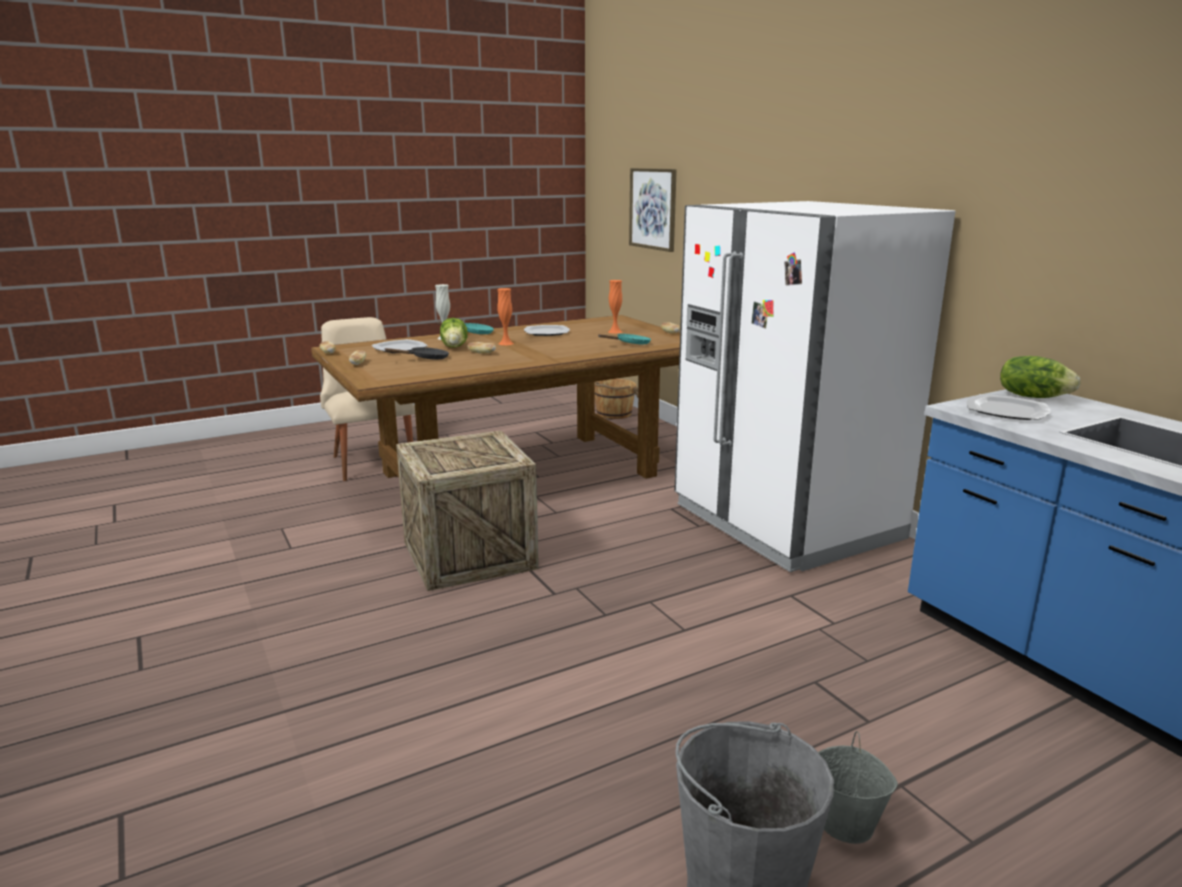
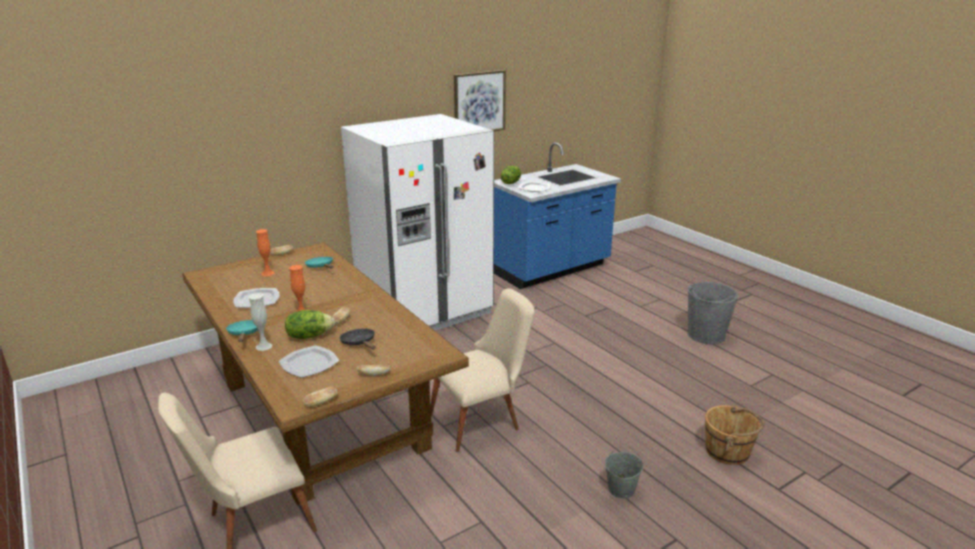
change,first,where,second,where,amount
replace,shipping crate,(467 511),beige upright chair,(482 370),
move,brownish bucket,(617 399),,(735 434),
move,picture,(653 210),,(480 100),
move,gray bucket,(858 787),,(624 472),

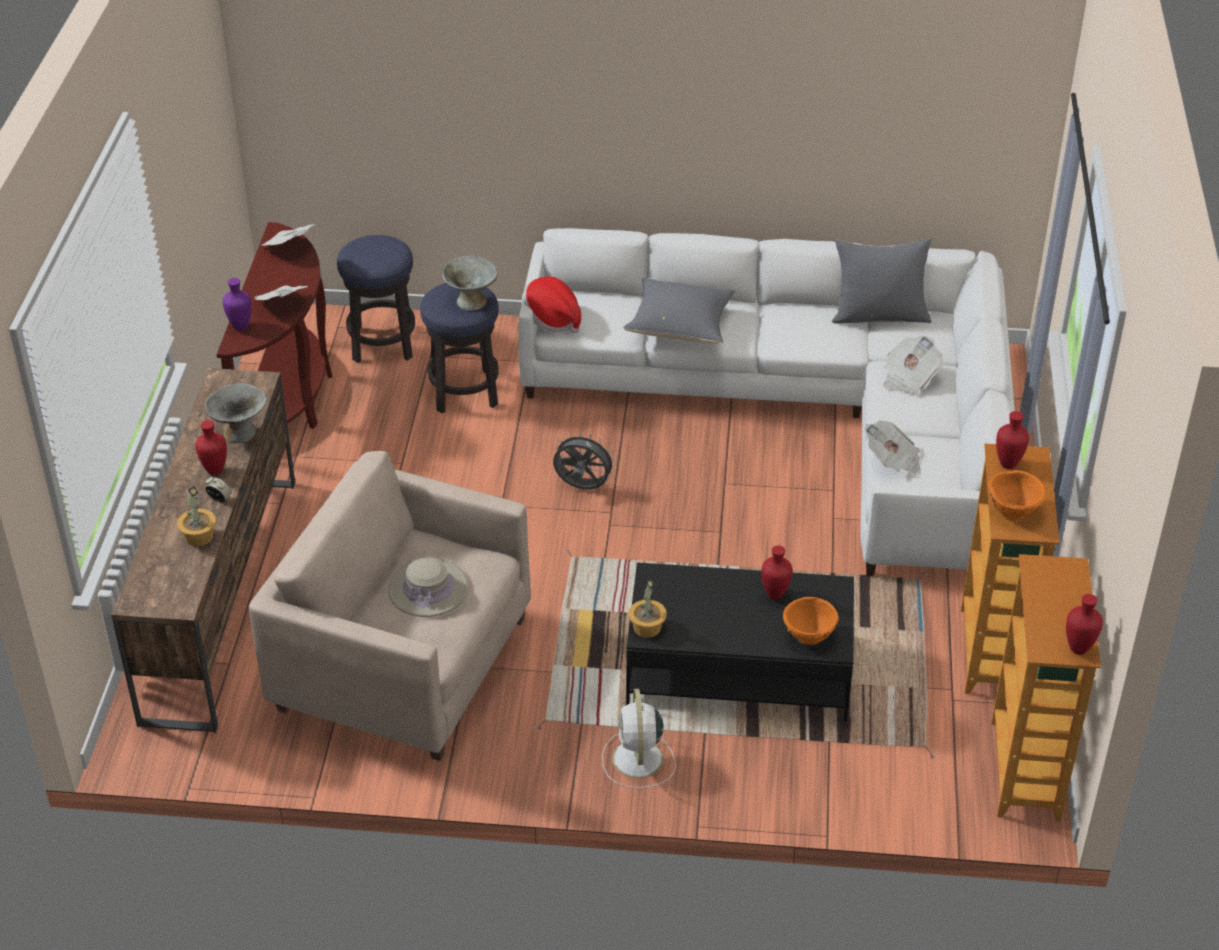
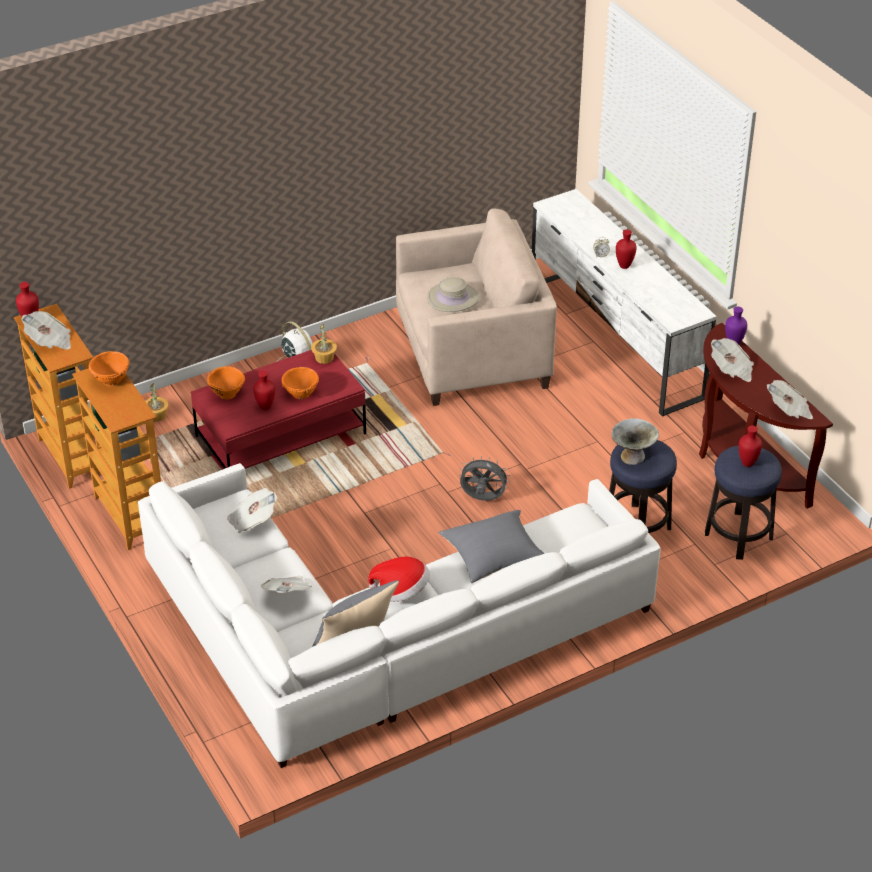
change,first,where,second,where,amount
recolor,brownish media console,(203 550),white-coloured media console,(624 303),
move,plant in a pot,(196 516),,(157 402),
delete,gray deep dish,(236 413),,,
move,wearable hat,(551 304),,(399 579),
rotate,gray cooling fan,(584 461),,(484 478),150 degrees counterclockwise
recolor,blackish coffee table,(740 641),red-coloured coffee table,(278 409),
move,red-coloured flower vase,(1012 440),,(750 446),
insert,,,newspaper,(46 330),
insert,,,orangey deep dish,(300 383),

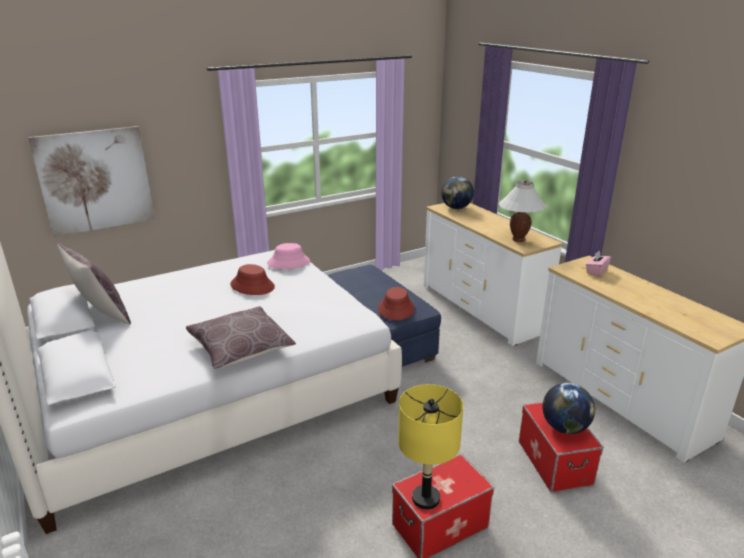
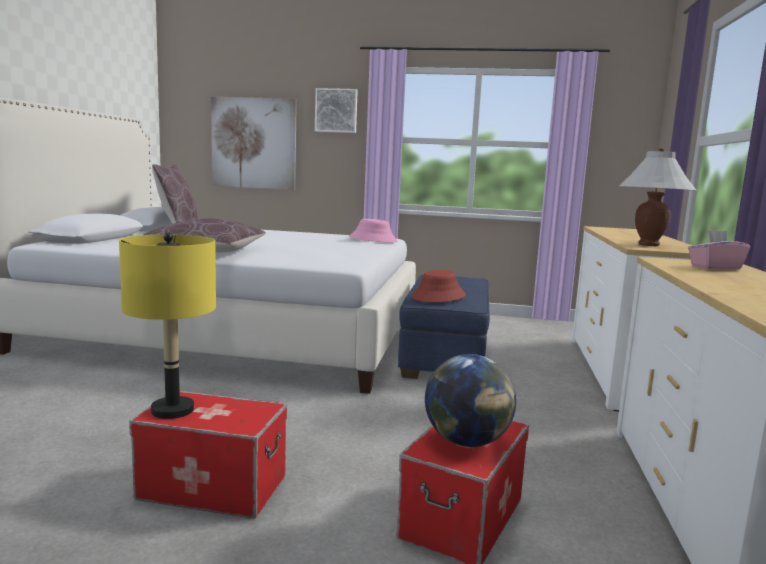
change,first,where,second,where,amount
delete,red-coloured wearable hat,(252 279),,,
delete,world globe,(457 192),,,
insert,,,picture,(336 110),

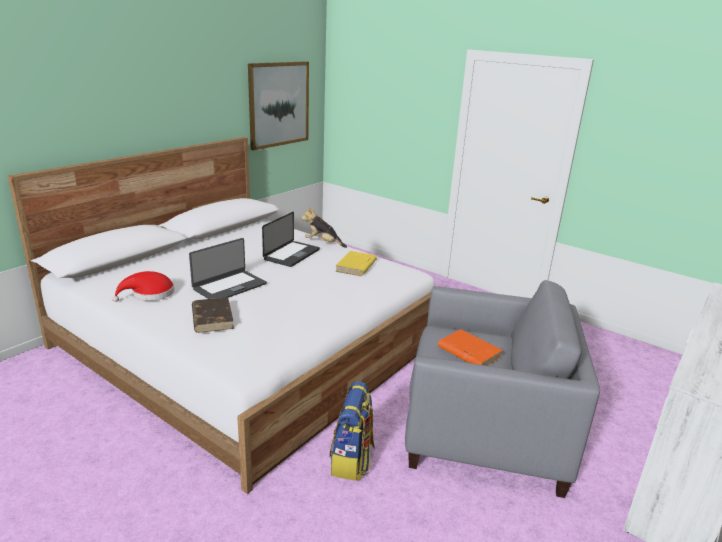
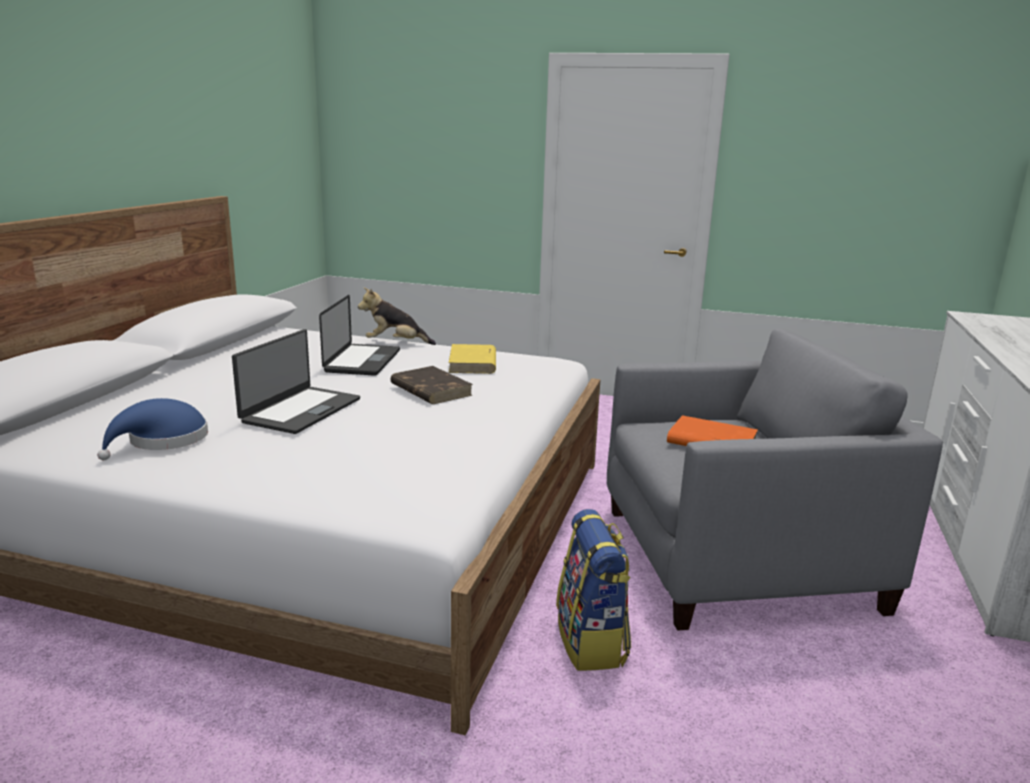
change,first,where,second,where,amount
recolor,red-coloured wearable hat,(143 286),bluish wearable hat,(152 429),
move,brownish bound book,(213 315),,(431 385),
delete,picture,(278 105),,,

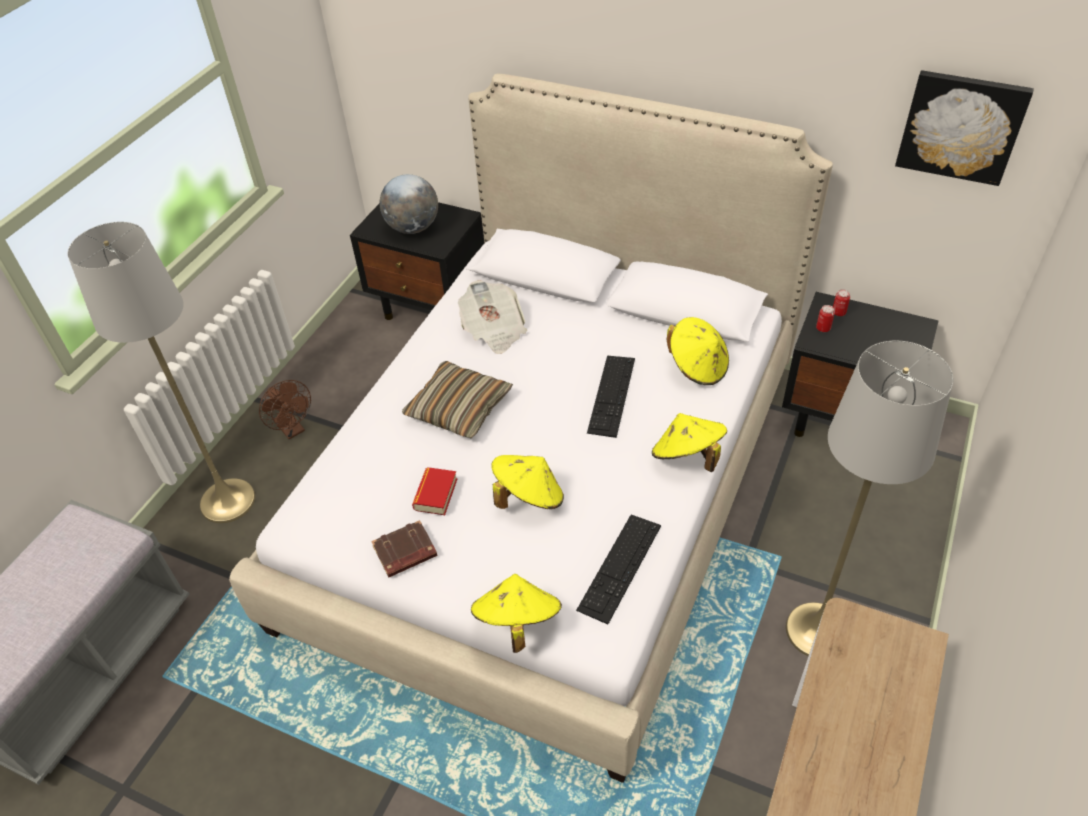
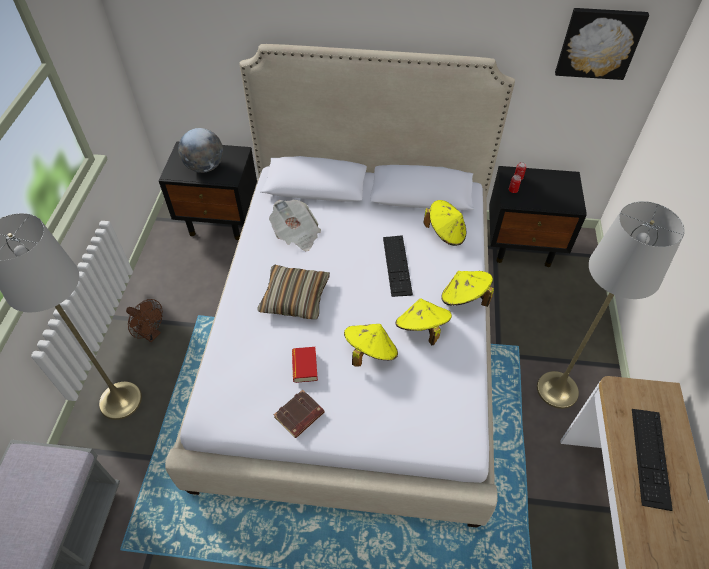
change,first,where,second,where,amount
move,yellow-coloured wearable hat,(516 613),,(423 321),
move,PC keyboard,(618 569),,(652 460),

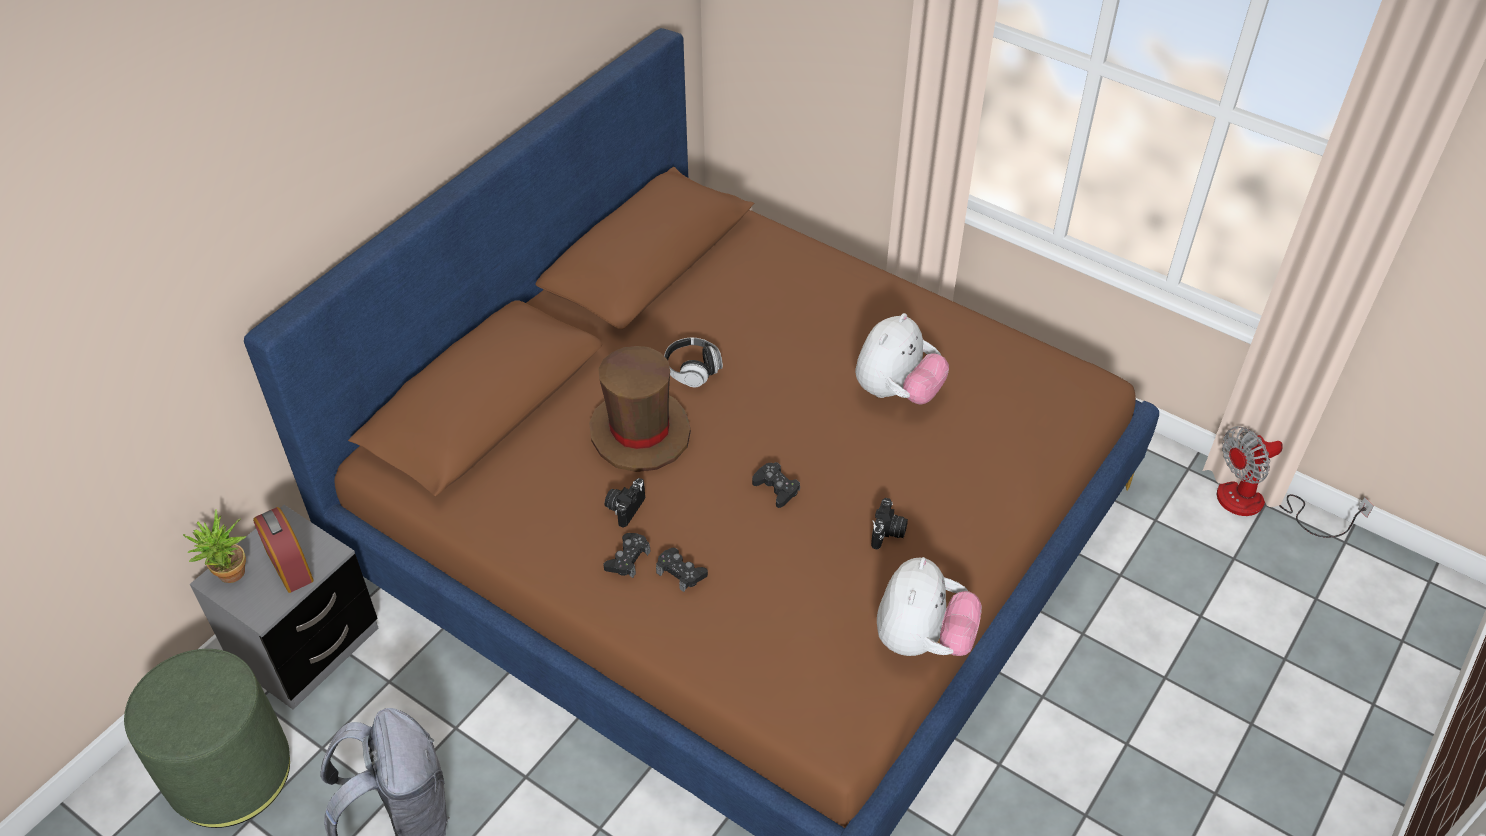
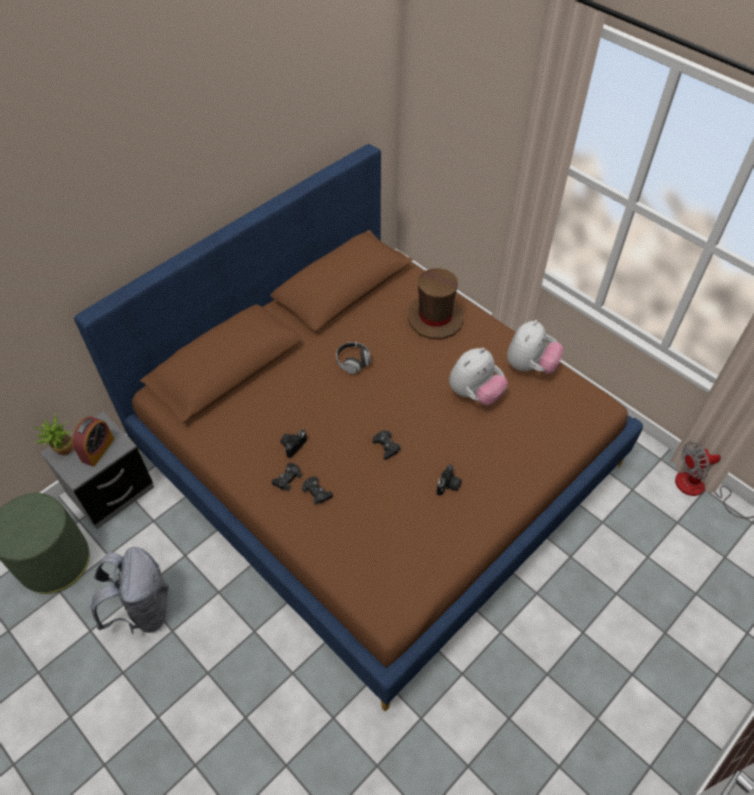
change,first,where,second,where,amount
rotate,table clock,(283 550),,(93 441),135 degrees counterclockwise
move,brownish wearable hat,(640 409),,(436 303),
move,soft toy,(929 606),,(535 347),

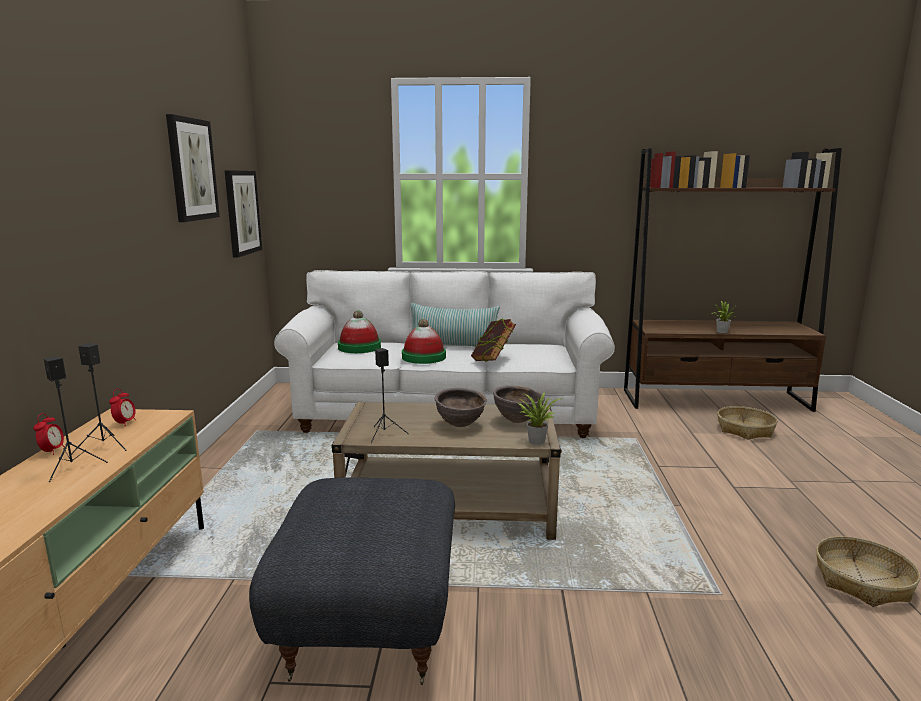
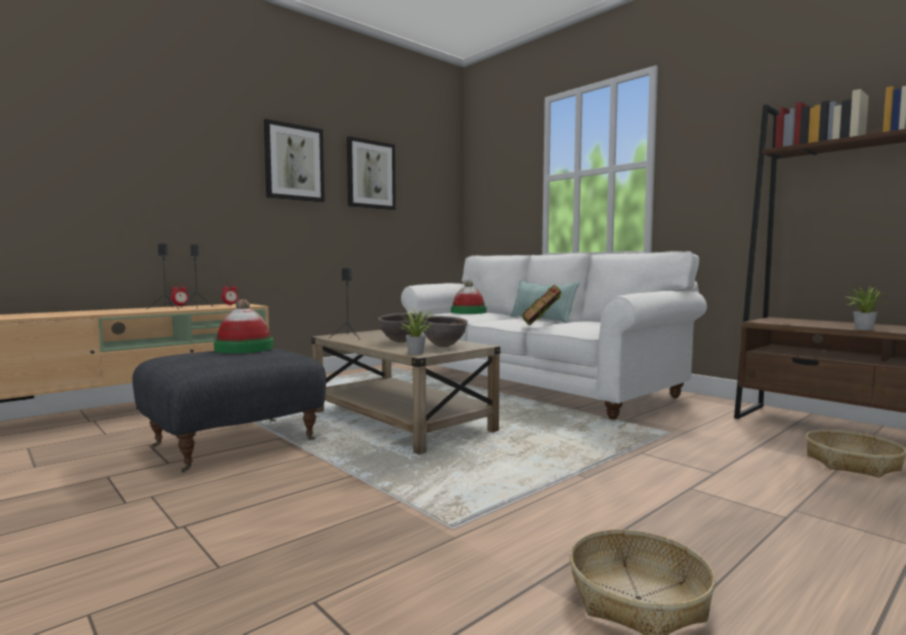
change,first,where,second,where,amount
move,picture,(243 214),,(294 160),
move,wearable hat,(424 341),,(244 326),

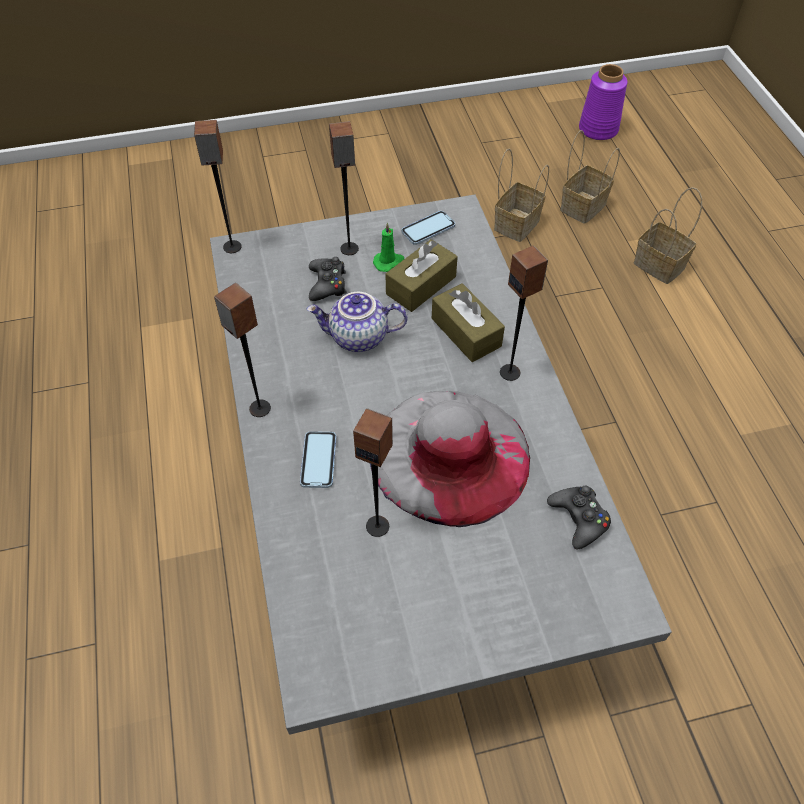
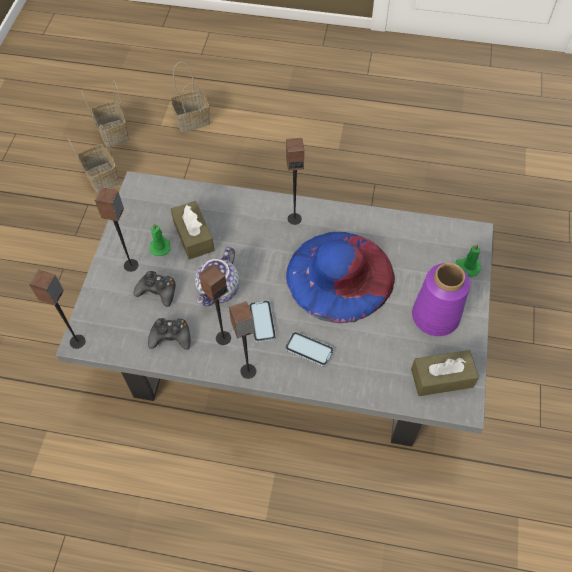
change,first,where,second,where,amount
move,speaker,(373 472),,(215 304),
recolor,gray wearable hat,(450 459),bluish wearable hat,(340 277),
move,phone,(428 228),,(262 321),
move,brownish box of tissues,(468 322),,(445 373),
move,blackish joypad,(579 517),,(169 334),
move,purple-coloured flower vase,(603 102),,(441 299),
insert,,,greenish candle,(468 260),

